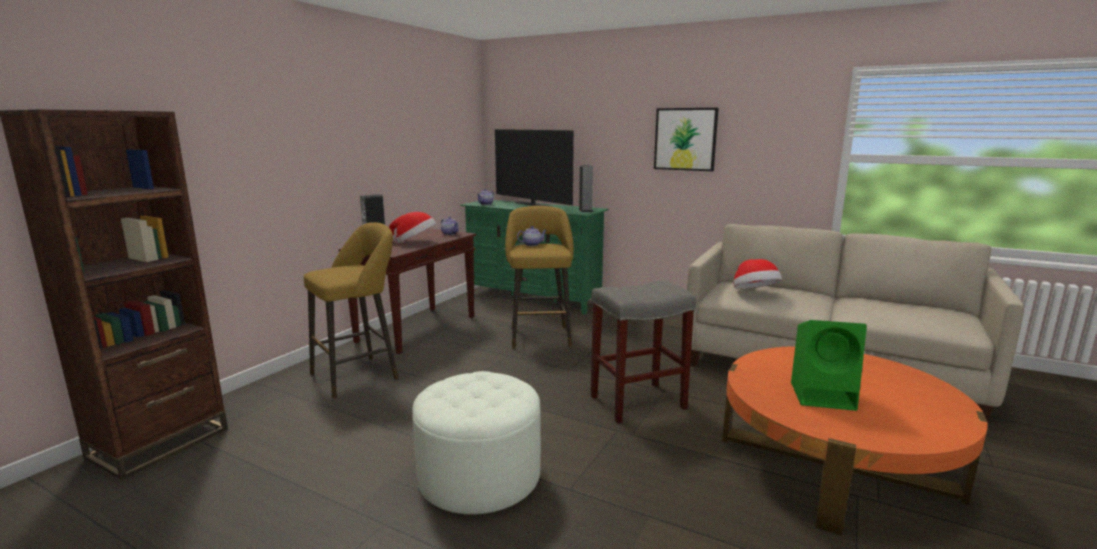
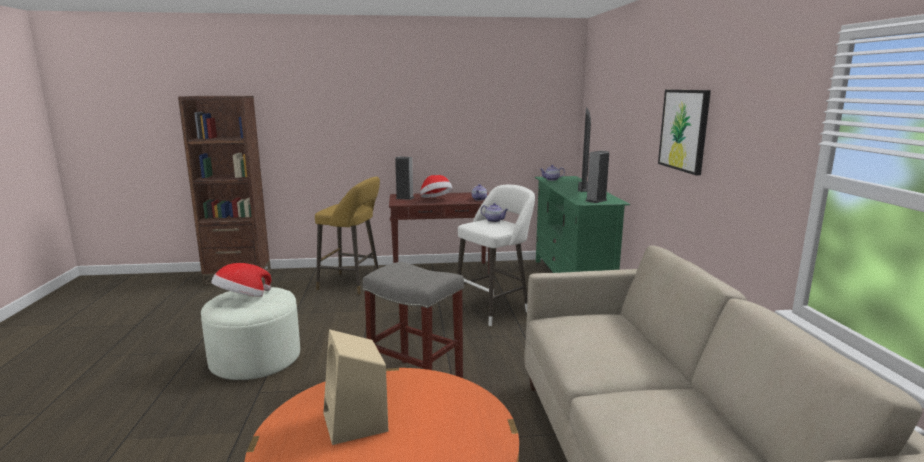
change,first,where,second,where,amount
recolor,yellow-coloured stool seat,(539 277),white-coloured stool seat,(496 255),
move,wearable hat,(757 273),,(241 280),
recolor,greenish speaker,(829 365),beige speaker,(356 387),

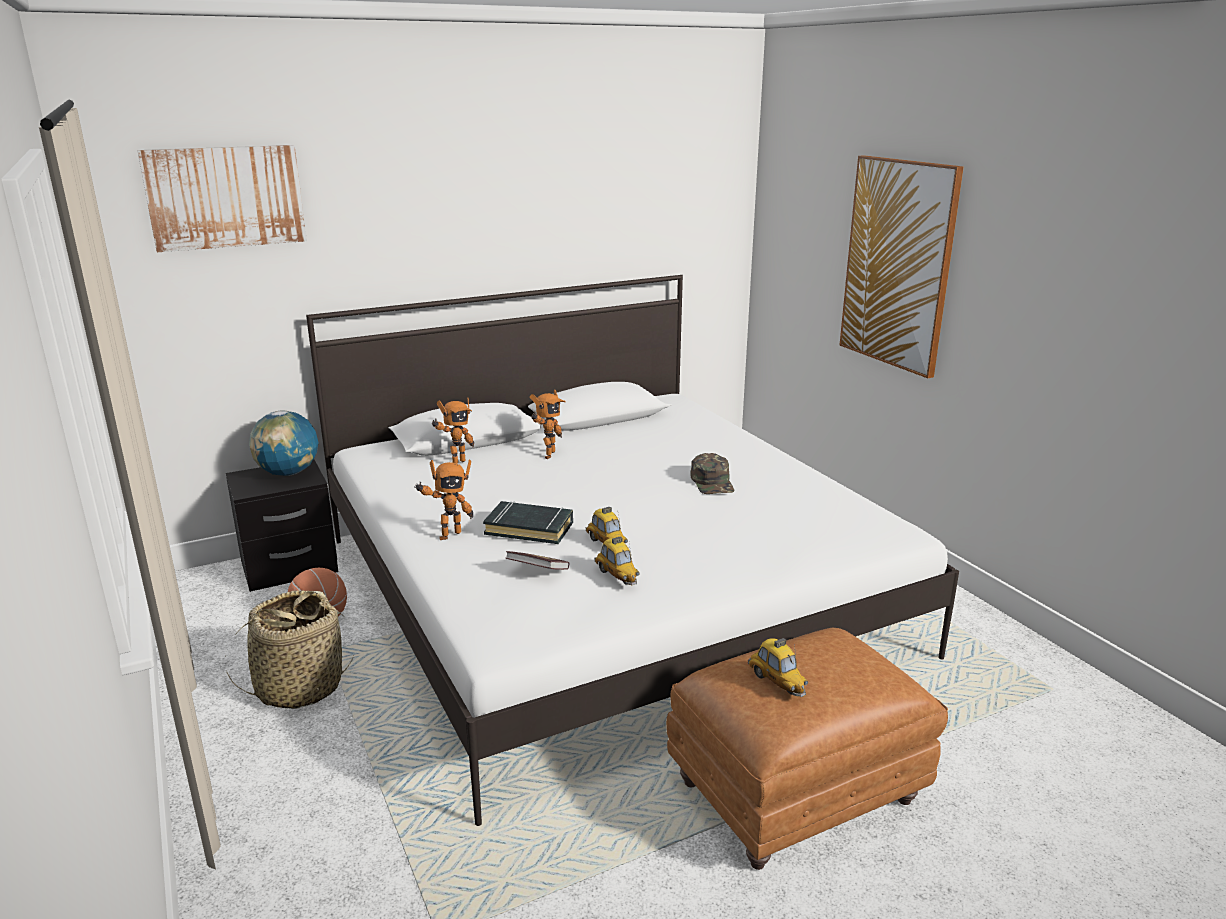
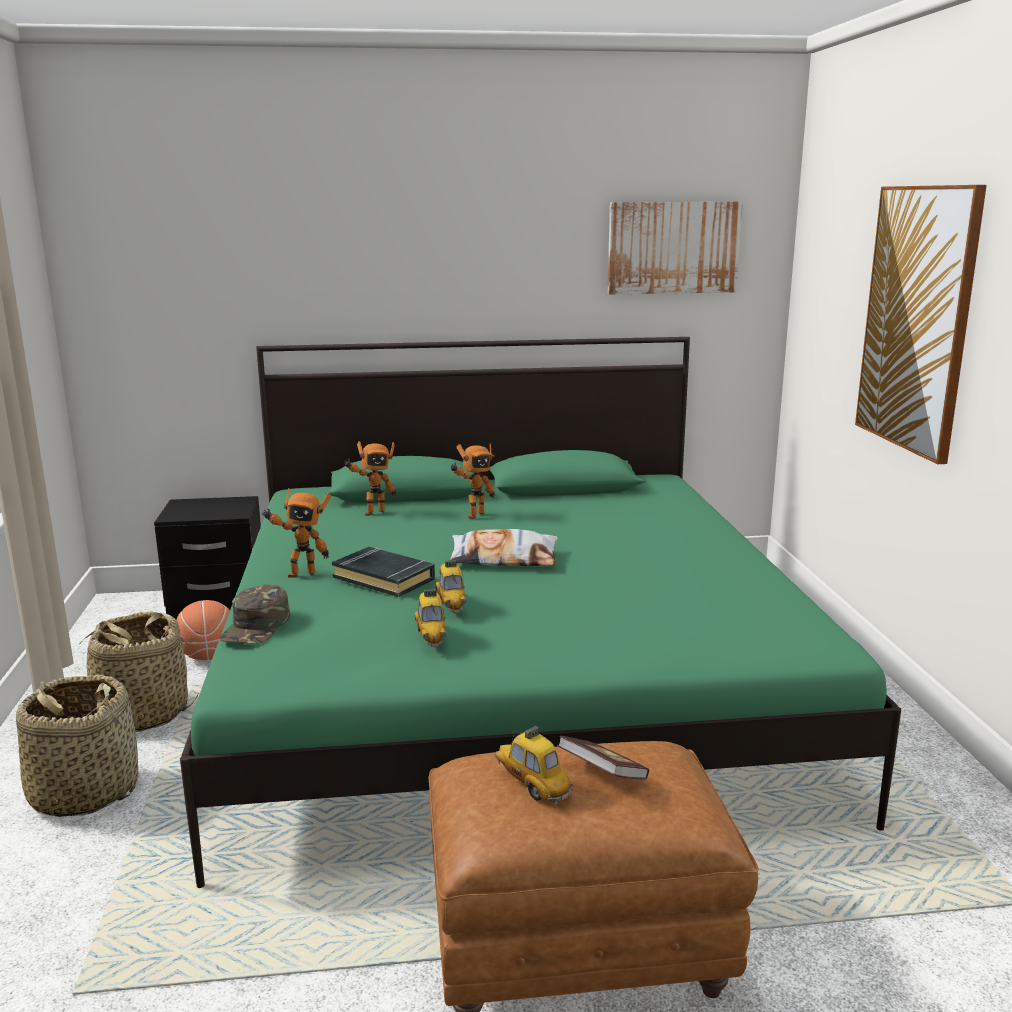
change,first,where,second,where,amount
move,picture,(222 198),,(675 248),
delete,world globe,(283 443),,,
recolor,white-coloured bedroom bed,(632 550),greenish bedroom bed,(540 612),
move,bound book,(537 560),,(603 757),
move,greenish peaked cap,(712 473),,(255 614),
rotate,toy car,(778 667),,(534 765),150 degrees clockwise
insert,,,household basket,(77 746),
insert,,,pillow,(504 547),

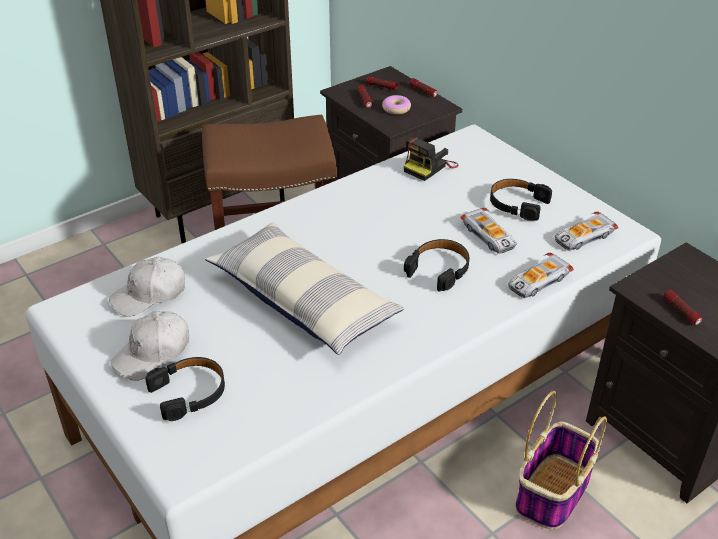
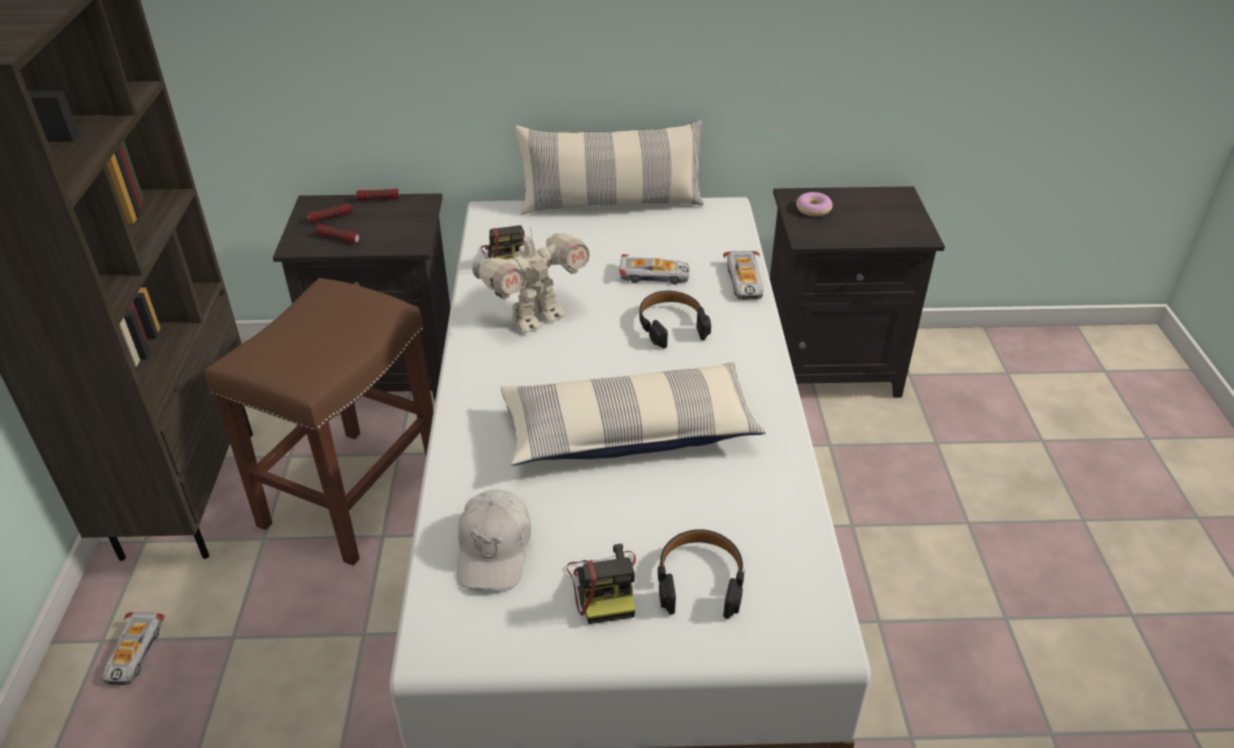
change,first,where,second,where,amount
replace,white-coloured peaked cap,(149 346),still camera,(601 584),
move,ring doughnut,(396 105),,(814 204),
delete,blackish pair of headphones,(521 200),,,
delete,household basket,(561 460),,,
move,toy car,(586 231),,(133 648),
delete,hand torch,(683 307),,,
insert,,,toy robot,(531 279),
insert,,,pillow,(609 167),

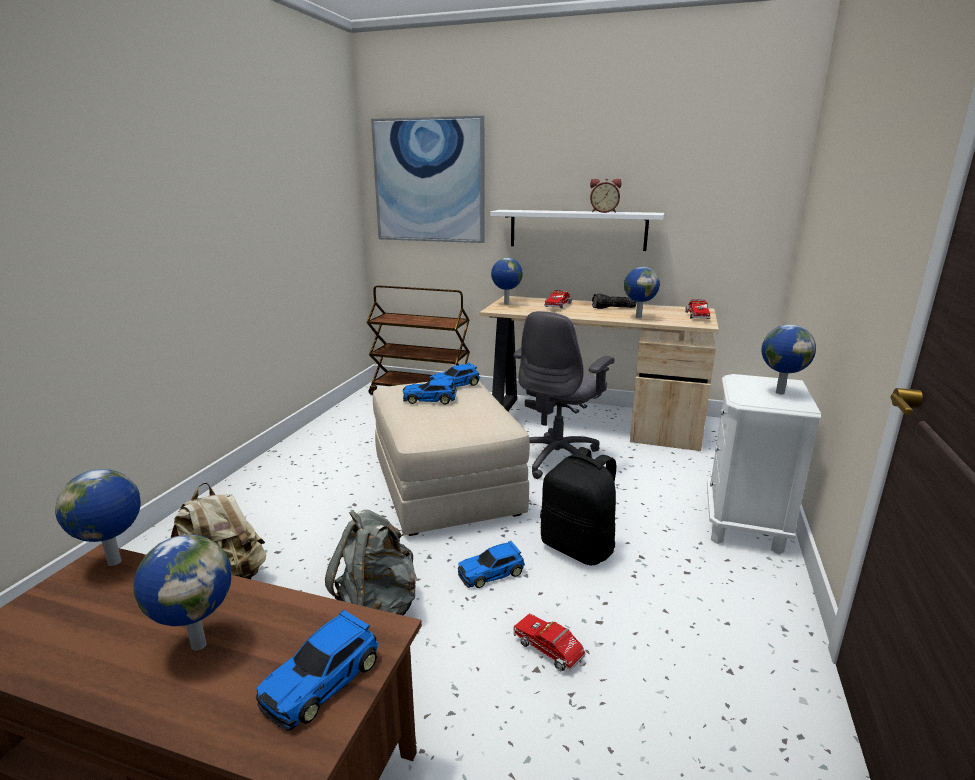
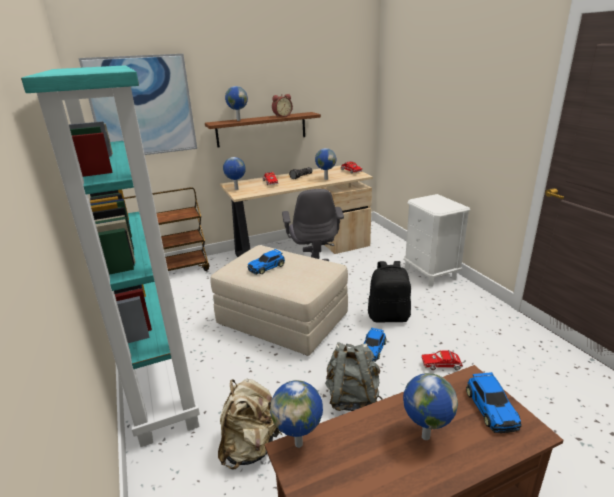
change,first,where,second,where,amount
delete,toy car,(454 375),,,
recolor,white-coloured shelf,(577 230),brownish shelf,(263 130),
move,world globe,(788 359),,(236 103),
insert,,,turquoise bookcase,(110 256),

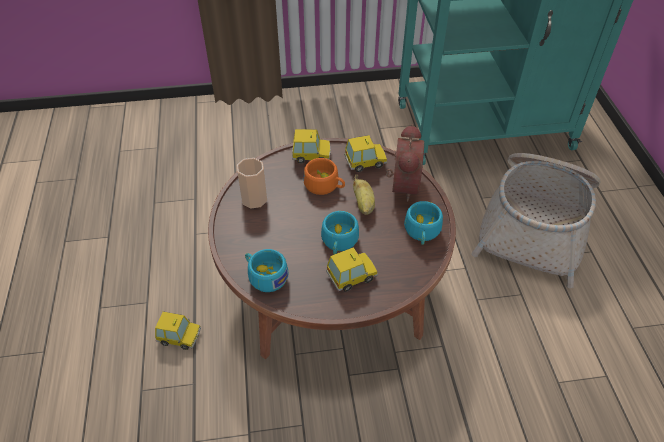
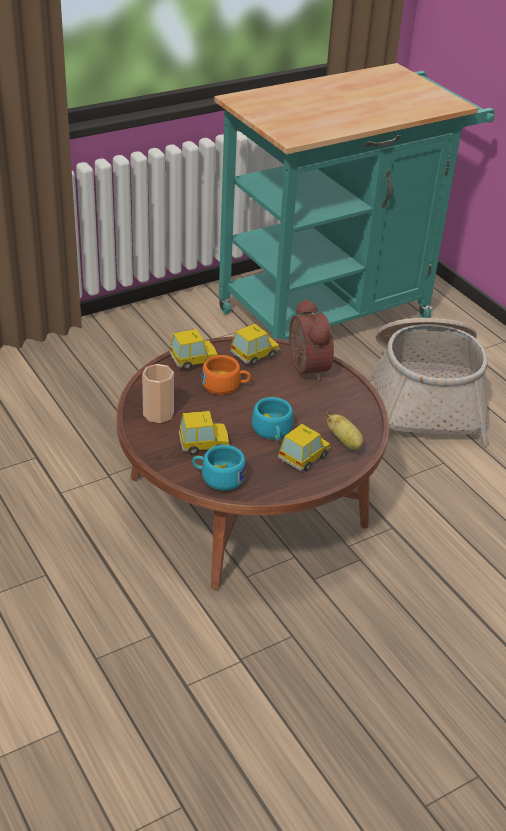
change,first,where,second,where,amount
move,toy car,(178 330),,(204 433),
move,whole banana,(364 195),,(344 430),
delete,turquoise cup,(423 223),,,

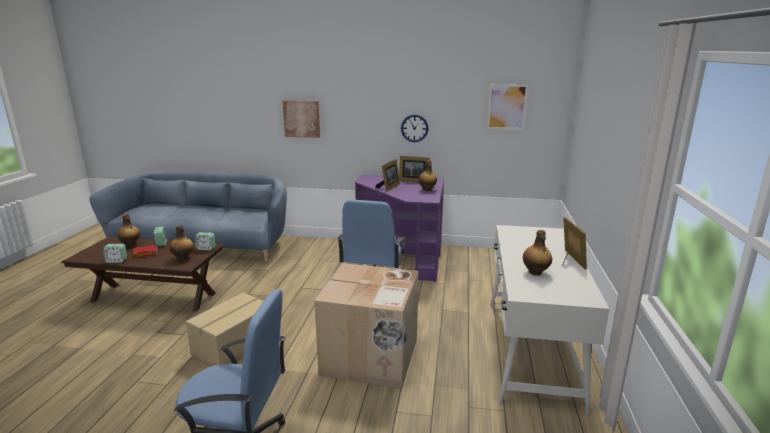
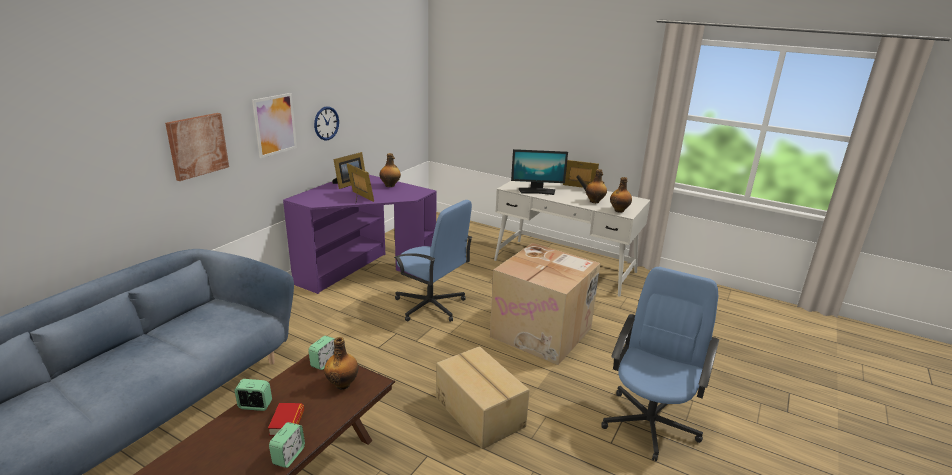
change,first,where,second,where,amount
move,drink bottle,(128 230),,(621 195),
move,picture,(507 107),,(274 125),
insert,,,computer display,(539 172),

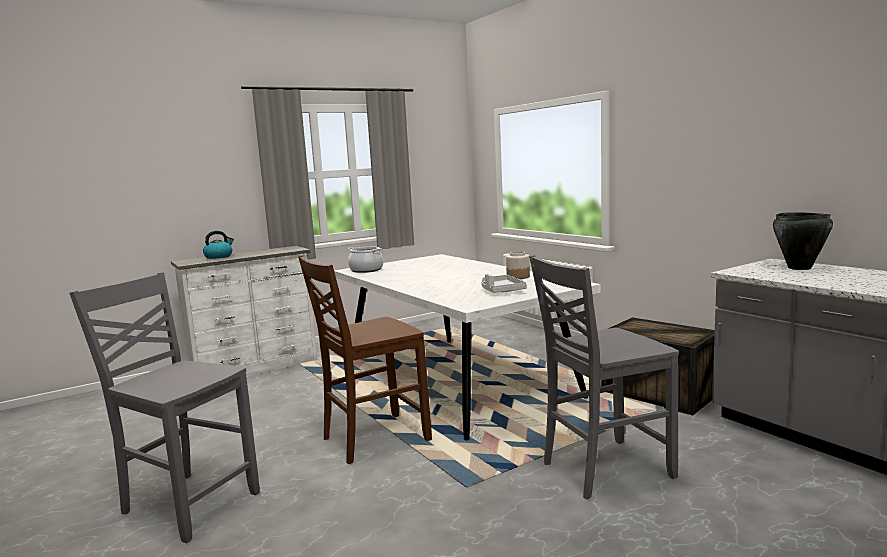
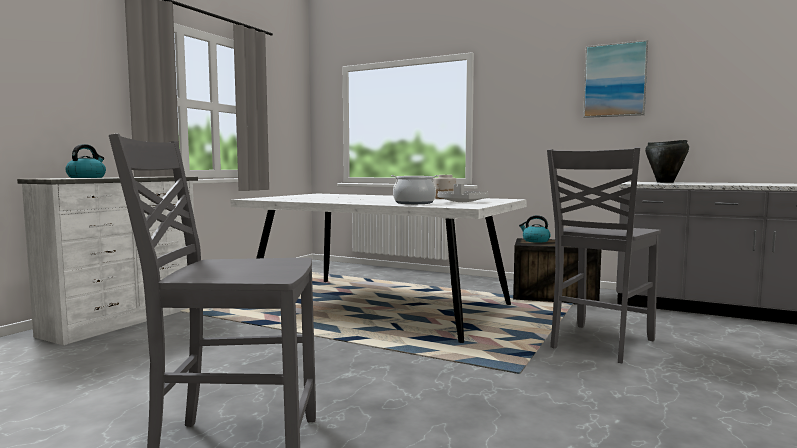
change,first,where,second,where,amount
delete,brownish upright chair,(365 359),,,
move,stockpot,(365 260),,(414 189),
insert,,,tea kettle,(535 229),
insert,,,picture,(615 79),

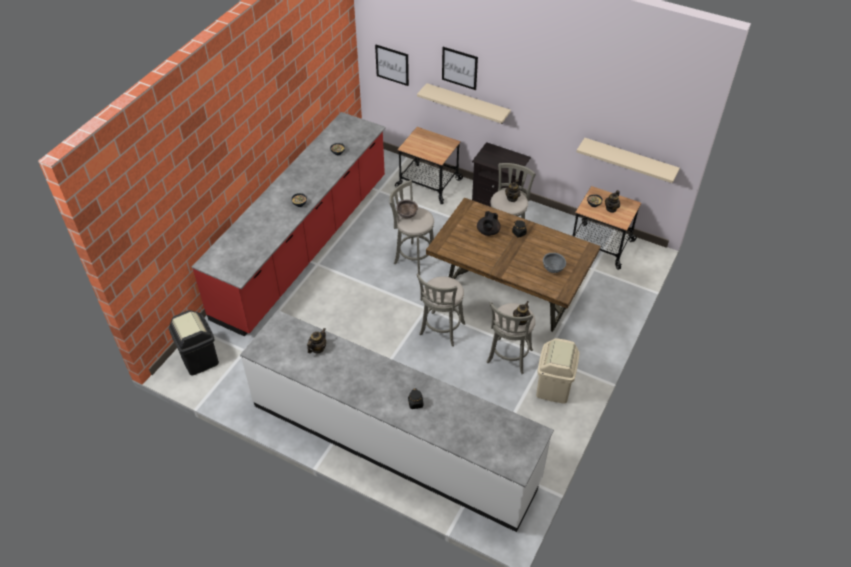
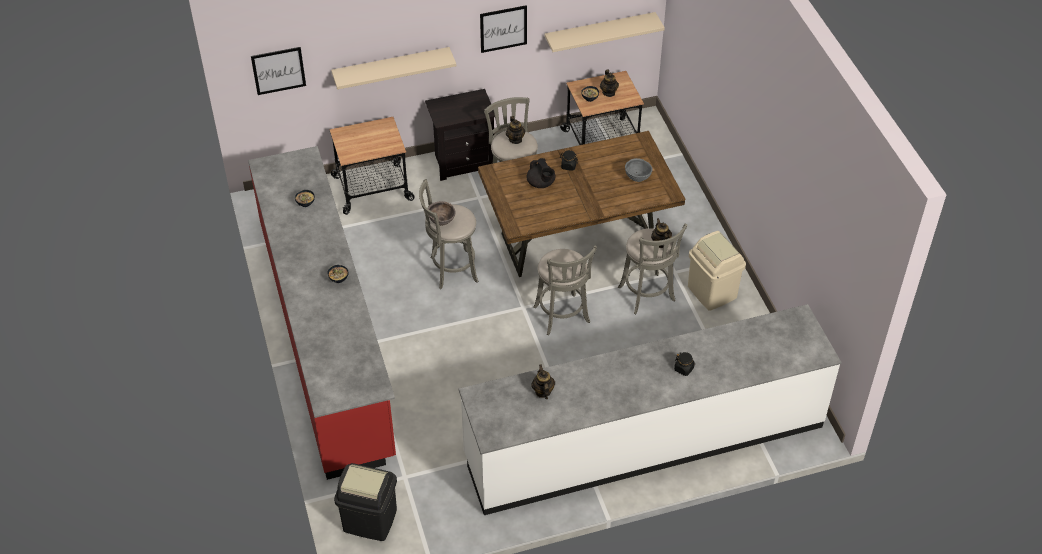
change,first,where,second,where,amount
move,picture,(460 68),,(503 29),

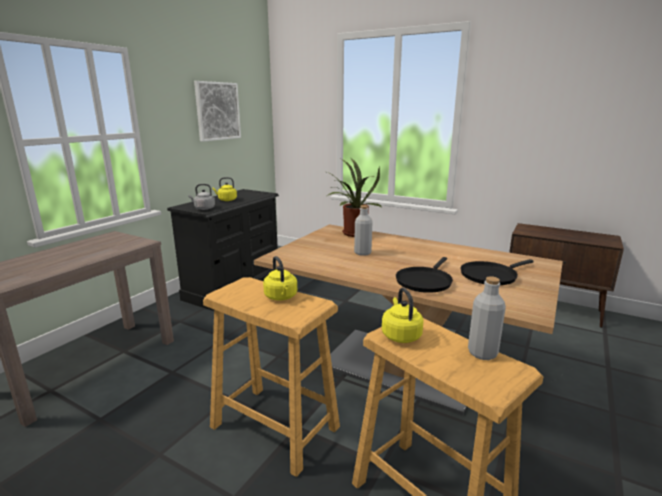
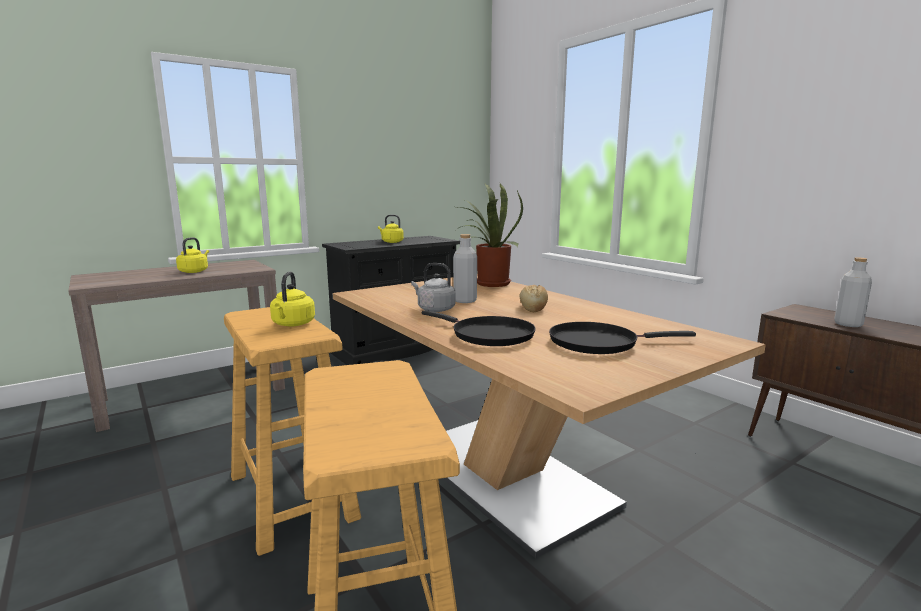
change,first,where,second,where,amount
move,gray tea kettle,(201 197),,(433 287),
delete,picture,(217 111),,,
move,yellow-coloured tea kettle,(403 315),,(192 255),
rotate,blackish pan,(424 275),,(479 328),105 degrees counterclockwise
move,gray drink bottle,(487 318),,(853 292),
insert,,,bread,(533 298),

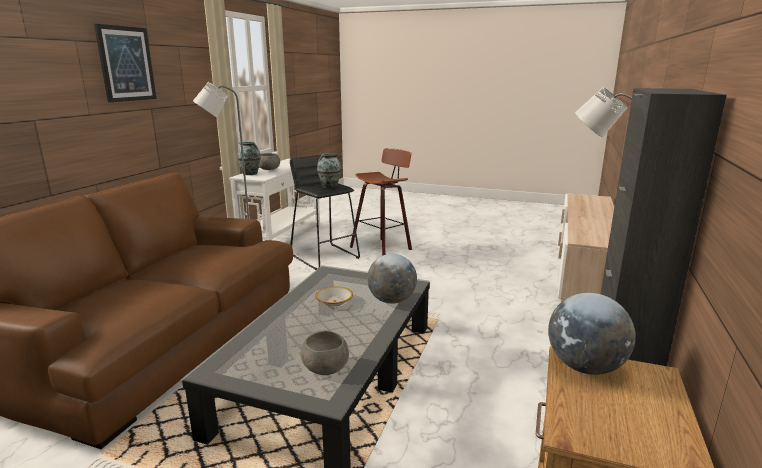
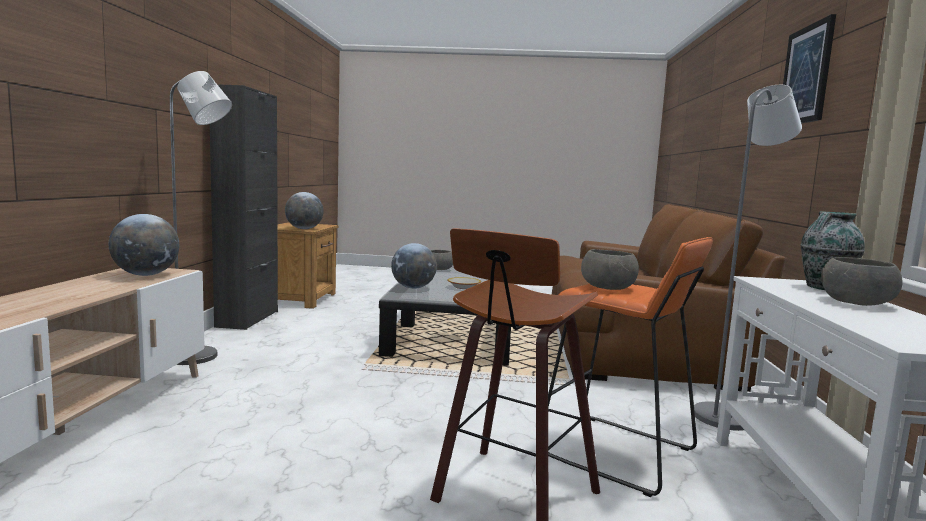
change,first,where,second,where,amount
recolor,blackish stool seat,(325 212),orangey stool seat,(630 367),
replace,flower vase,(329 171),gray deep dish,(610 269),
insert,,,world globe,(144 245),

